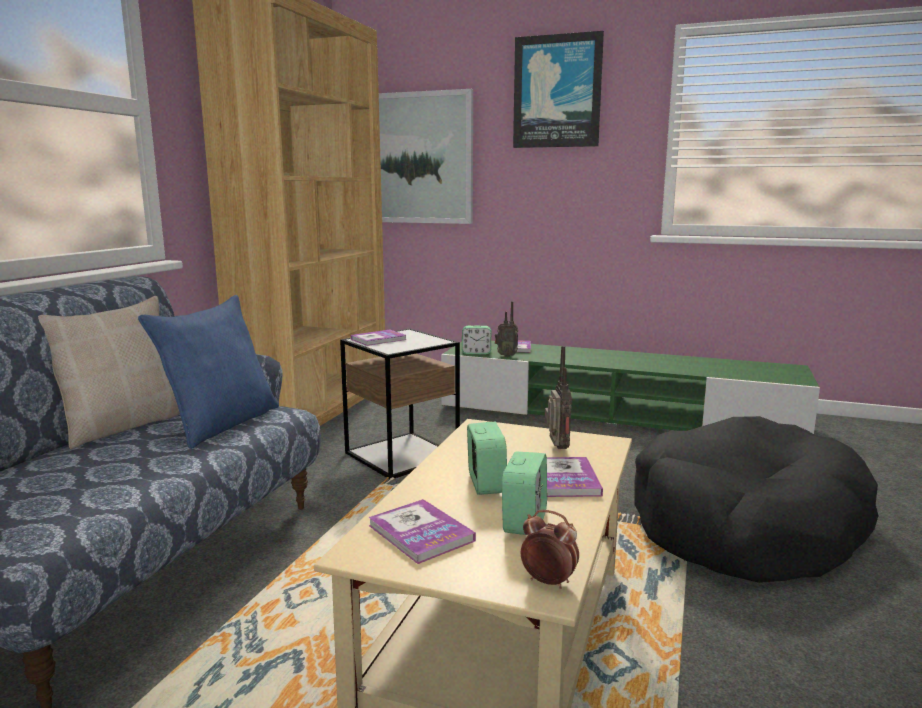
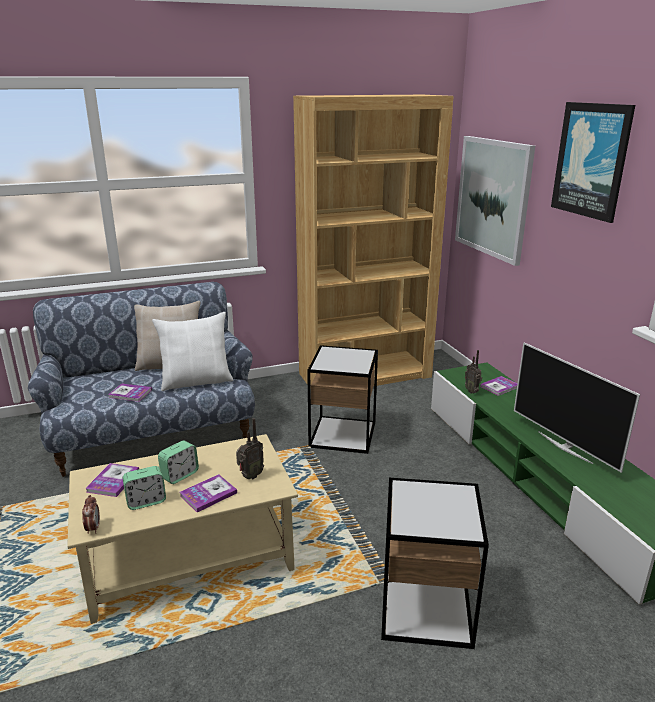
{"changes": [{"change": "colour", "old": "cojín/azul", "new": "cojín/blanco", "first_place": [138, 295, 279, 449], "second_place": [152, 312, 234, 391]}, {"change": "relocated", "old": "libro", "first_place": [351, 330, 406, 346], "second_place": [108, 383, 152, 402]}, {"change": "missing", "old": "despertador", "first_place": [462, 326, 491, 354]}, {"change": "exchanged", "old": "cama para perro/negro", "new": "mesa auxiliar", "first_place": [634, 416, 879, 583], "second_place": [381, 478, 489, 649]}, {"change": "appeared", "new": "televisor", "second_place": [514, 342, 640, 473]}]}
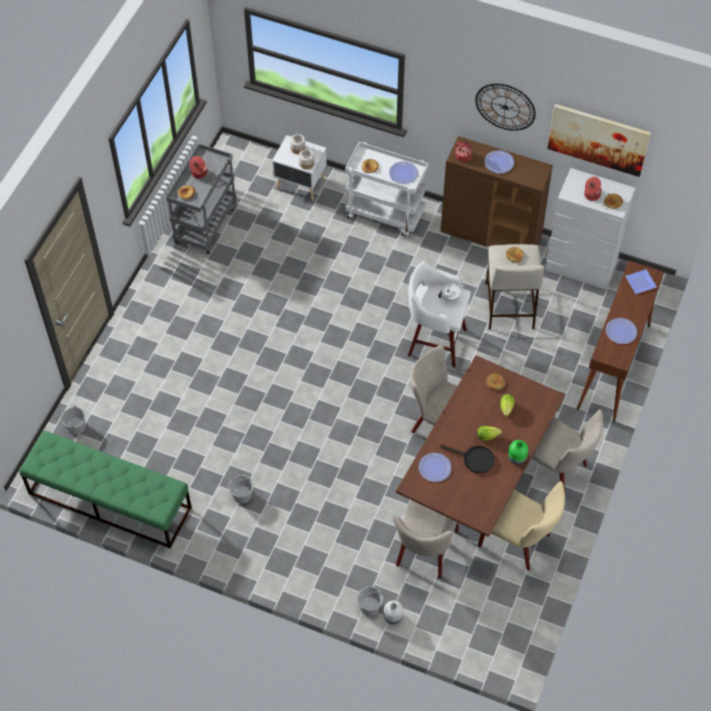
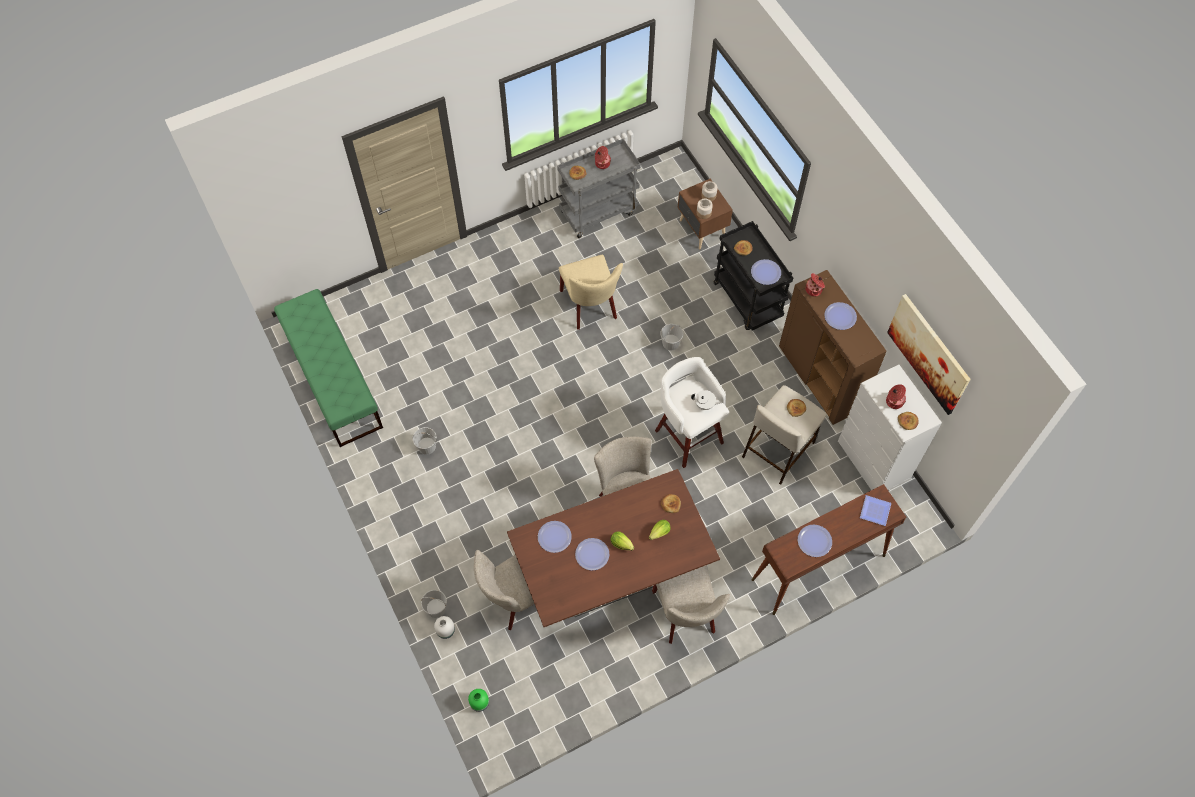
{"changes": [{"change": "relocated", "old": "cubo/blanco", "first_place": [61, 406, 86, 435], "second_place": [660, 324, 683, 351]}, {"change": "colour", "old": "mesita de noche/blanco", "new": "mesita de noche/marrón", "first_place": [272, 135, 327, 201], "second_place": [678, 178, 733, 249]}, {"change": "colour", "old": "carrito/blanco", "new": "carrito/negro", "first_place": [345, 142, 428, 236], "second_place": [713, 221, 793, 330]}, {"change": "exchanged", "old": "sartén/negro", "new": "plato", "first_place": [440, 445, 494, 473], "second_place": [575, 538, 609, 570]}, {"change": "missing", "old": "reloj de pared", "first_place": [475, 84, 536, 131]}, {"change": "relocated", "old": "silla/beis", "first_place": [478, 481, 565, 570], "second_place": [559, 255, 623, 330]}, {"change": "relocated", "old": "florero/verde", "first_place": [508, 440, 528, 464], "second_place": [468, 689, 489, 712]}]}
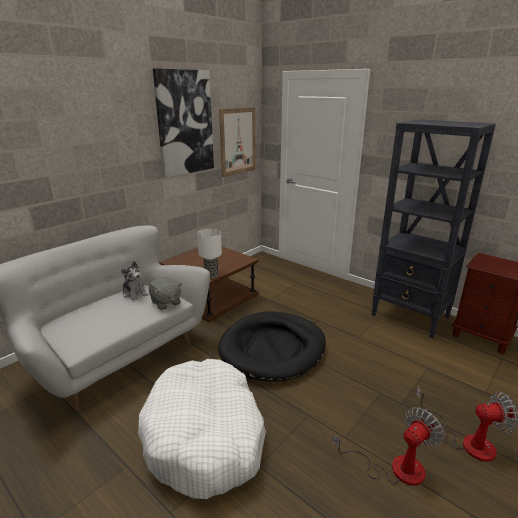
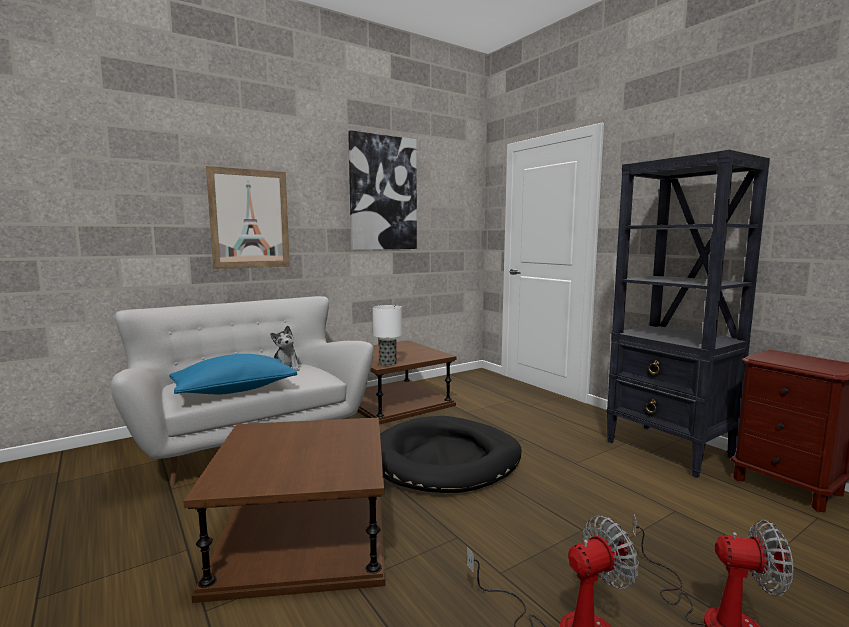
{"changes": [{"change": "exchanged", "old": "cama para perro/blanco", "new": "mesa auxiliar/marrón", "first_place": [138, 359, 266, 499], "second_place": [183, 418, 386, 603]}, {"change": "missing", "old": "peluche/gris", "first_place": [149, 277, 182, 310]}, {"change": "relocated", "old": "cuadro", "first_place": [219, 107, 256, 177], "second_place": [206, 166, 290, 269]}, {"change": "appeared", "new": "cojín/azul", "second_place": [169, 354, 297, 394]}]}
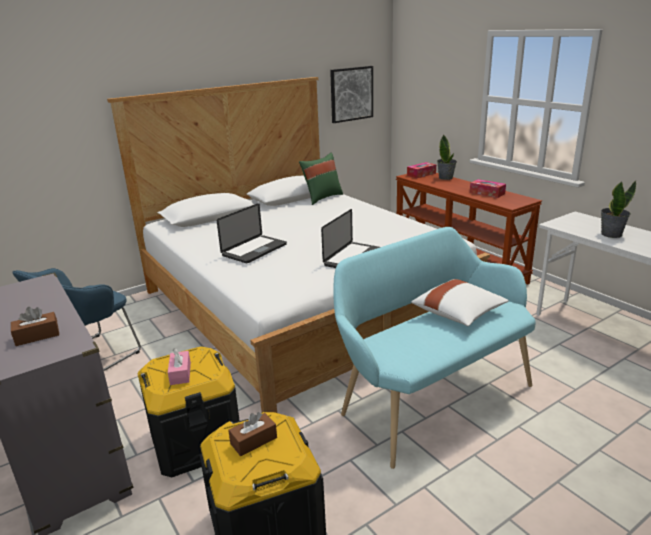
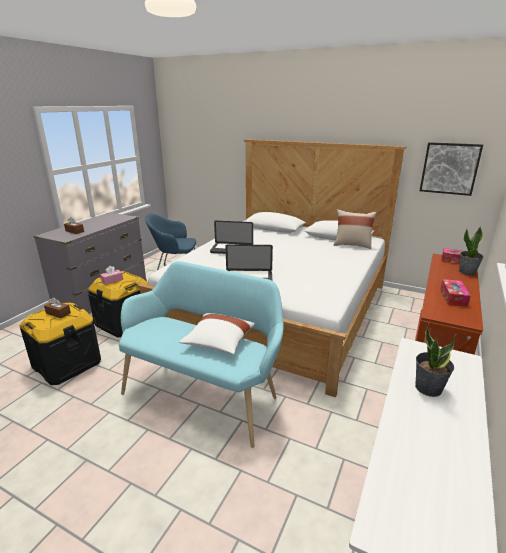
{"changes": [{"change": "colour", "old": "cojín/verde", "new": "cojín/beis", "first_place": [299, 153, 343, 205], "second_place": [334, 209, 377, 249]}]}
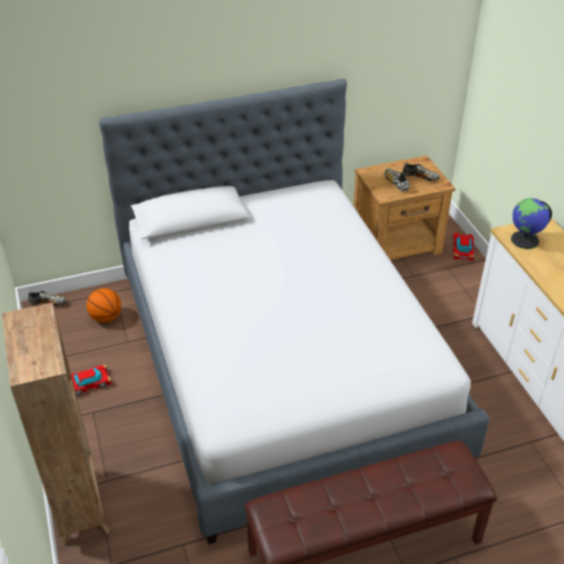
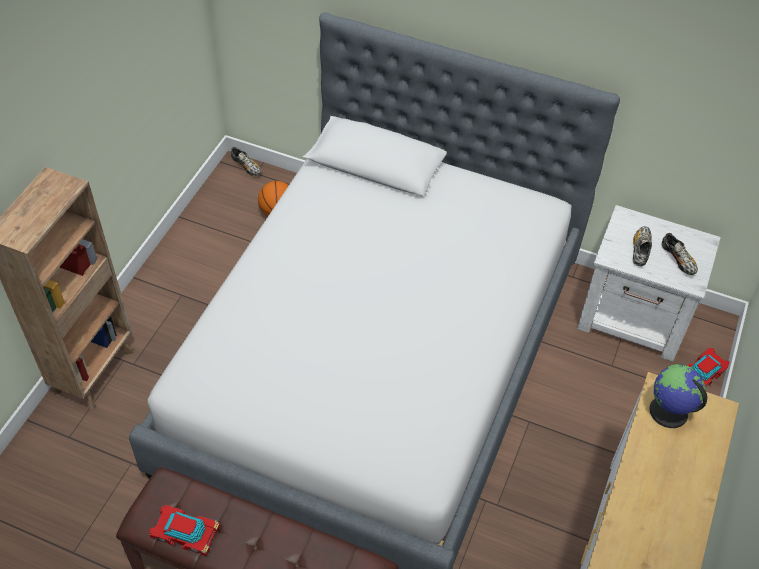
{"changes": [{"change": "relocated", "old": "coche de juguete", "first_place": [71, 364, 112, 396], "second_place": [149, 505, 220, 556]}, {"change": "colour", "old": "mesita de noche/marrón", "new": "mesita de noche/blanco", "first_place": [354, 155, 455, 260], "second_place": [577, 205, 721, 362]}]}
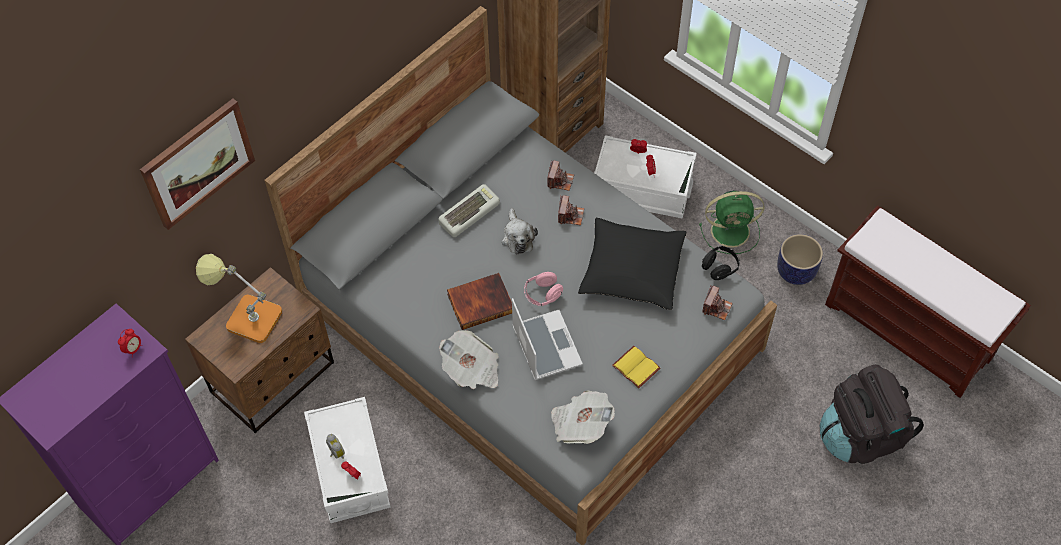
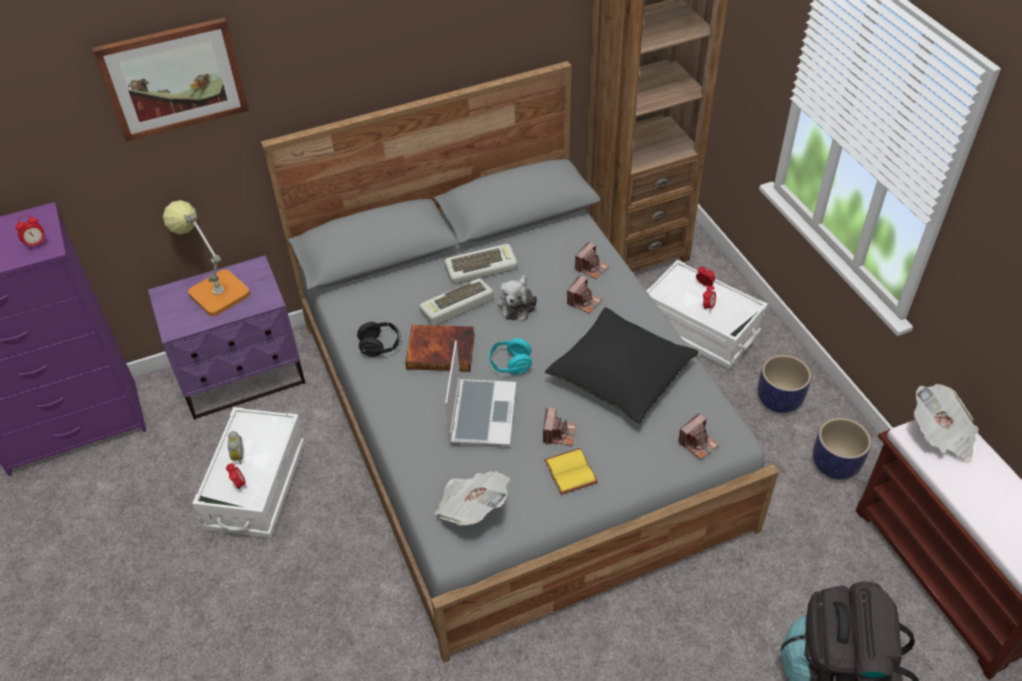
{"changes": [{"change": "colour", "old": "mesita de noche/marrón", "new": "mesita de noche/morado", "first_place": [185, 267, 334, 433], "second_place": [148, 255, 305, 419]}, {"change": "relocated", "old": "periódico", "first_place": [439, 330, 499, 389], "second_place": [914, 384, 979, 463]}, {"change": "colour", "old": "auriculares/rosa", "new": "auriculares/turquesa", "first_place": [524, 272, 563, 306], "second_place": [488, 338, 532, 375]}, {"change": "exchanged", "old": "ventilador/verde", "new": "maceta", "first_place": [699, 190, 764, 254], "second_place": [758, 355, 811, 413]}, {"change": "relocated", "old": "auriculares/negro", "first_place": [702, 246, 740, 280], "second_place": [357, 322, 401, 357]}, {"change": "appeared", "new": "teclado", "second_place": [419, 278, 494, 325]}, {"change": "appeared", "new": "cámara", "second_place": [543, 407, 576, 445]}]}
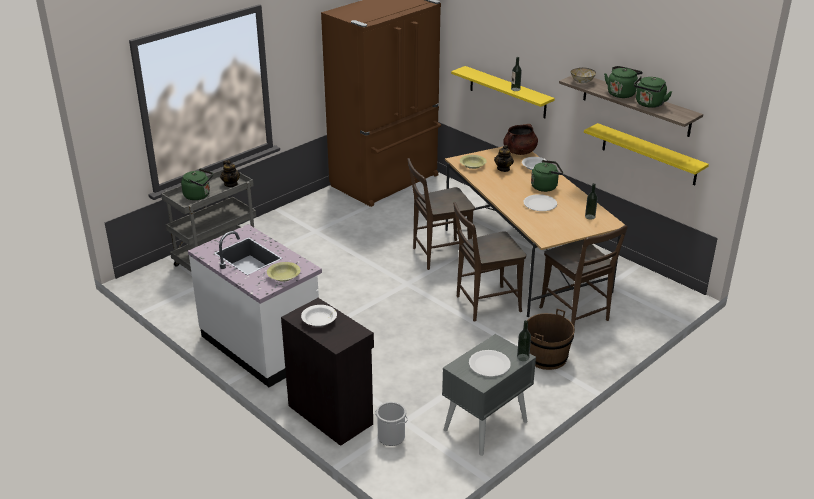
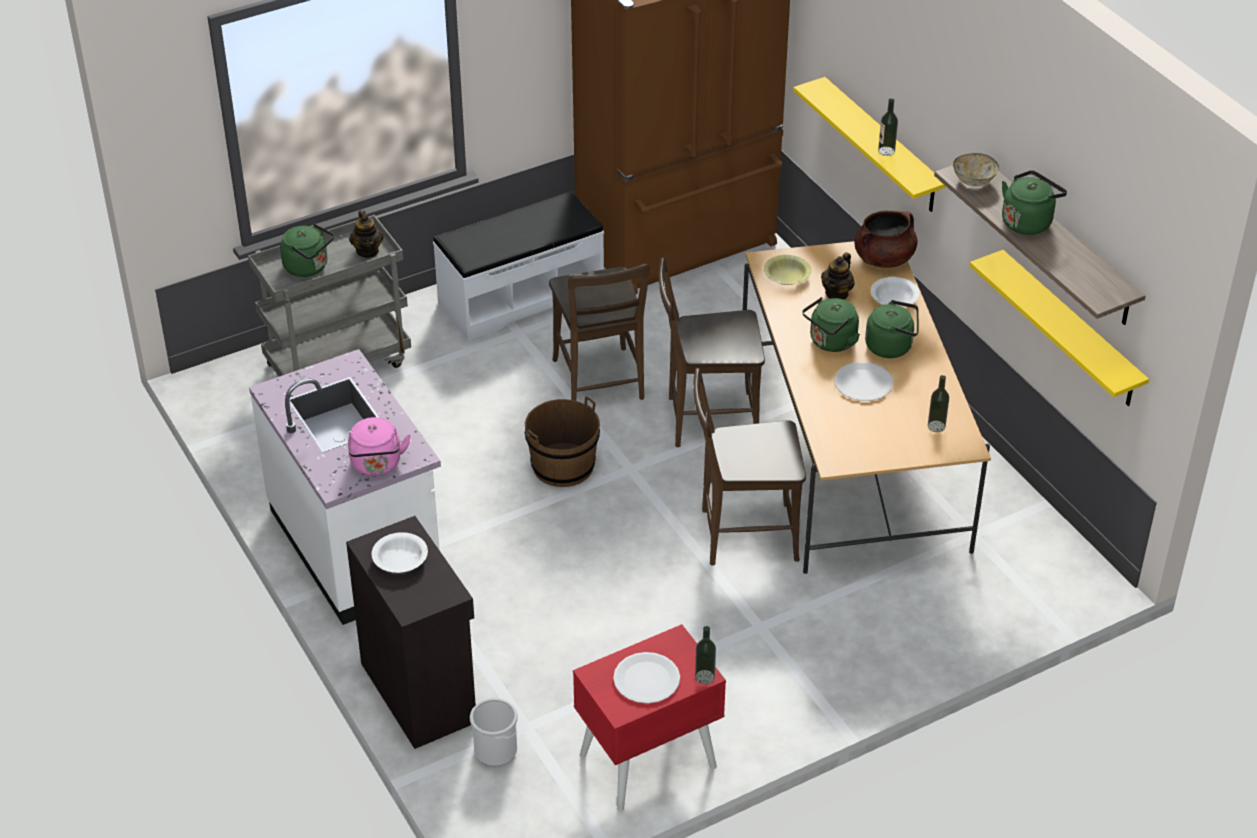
{"changes": [{"change": "exchanged", "old": "cuenco/amarillo", "new": "hervidor/rosa", "first_place": [267, 262, 300, 281], "second_place": [348, 417, 411, 476]}, {"change": "colour", "old": "mesita de noche/gris", "new": "mesita de noche/rojo", "first_place": [442, 334, 536, 456], "second_place": [573, 624, 726, 811]}, {"change": "relocated", "old": "cubo/marrón", "first_place": [527, 309, 575, 370], "second_place": [525, 396, 600, 487]}, {"change": "relocated", "old": "silla/marrón", "first_place": [539, 225, 628, 326], "second_place": [549, 264, 650, 401]}, {"change": "relocated", "old": "hervidor/verde", "first_place": [634, 76, 672, 108], "second_place": [802, 297, 860, 352]}, {"change": "appeared", "new": "banco/blanco", "second_place": [433, 191, 604, 341]}]}
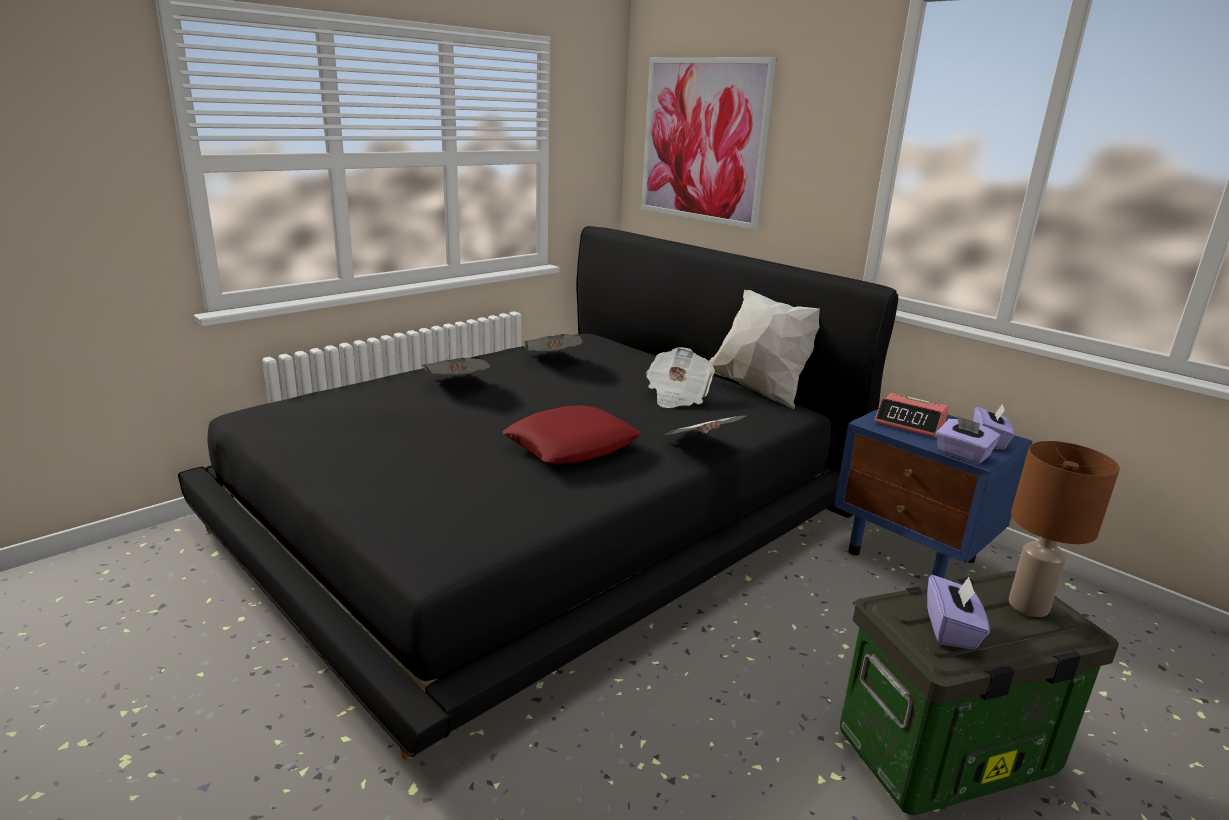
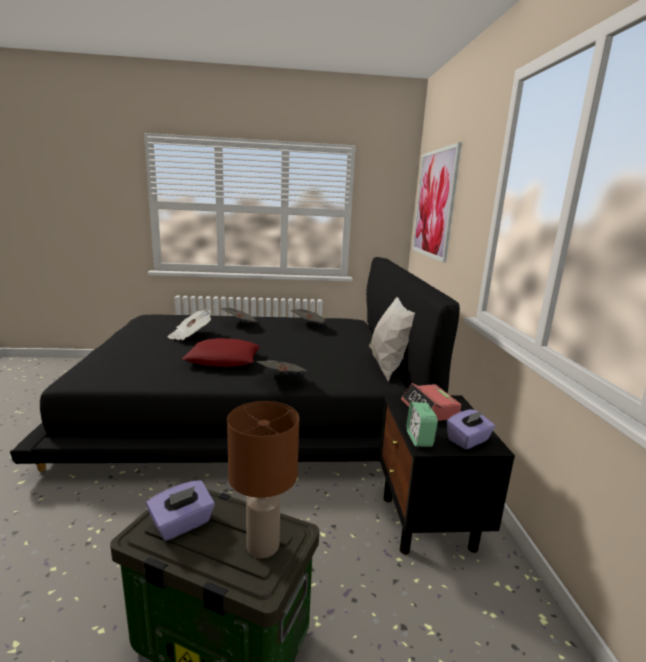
{"changes": [{"change": "relocated", "old": "periódico", "first_place": [646, 347, 715, 408], "second_place": [167, 310, 211, 340]}, {"change": "colour", "old": "mesita de noche/azul", "new": "mesita de noche/negro", "first_place": [834, 409, 1033, 578], "second_place": [379, 395, 515, 555]}, {"change": "exchanged", "old": "caja de pañuelos/morado", "new": "despertador", "first_place": [936, 416, 1000, 464], "second_place": [406, 402, 438, 447]}]}
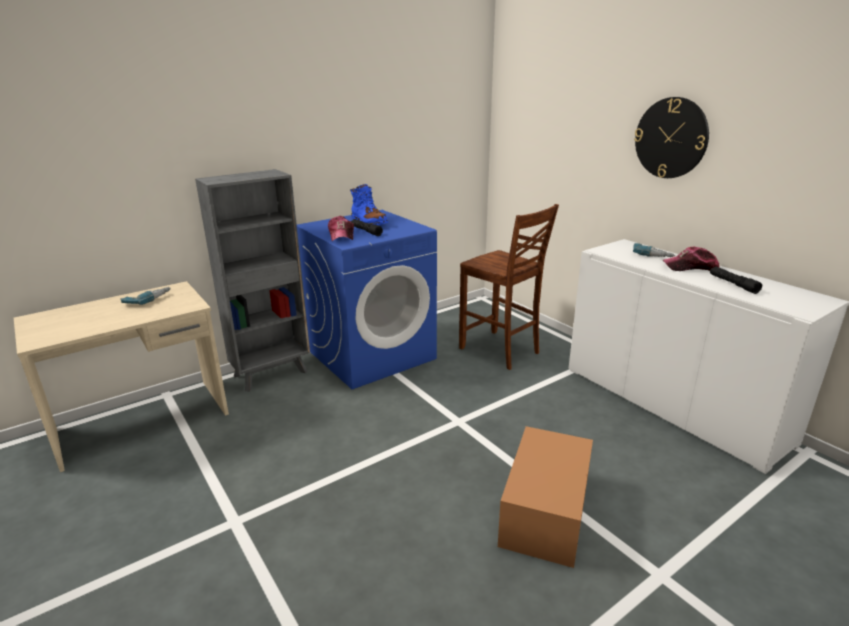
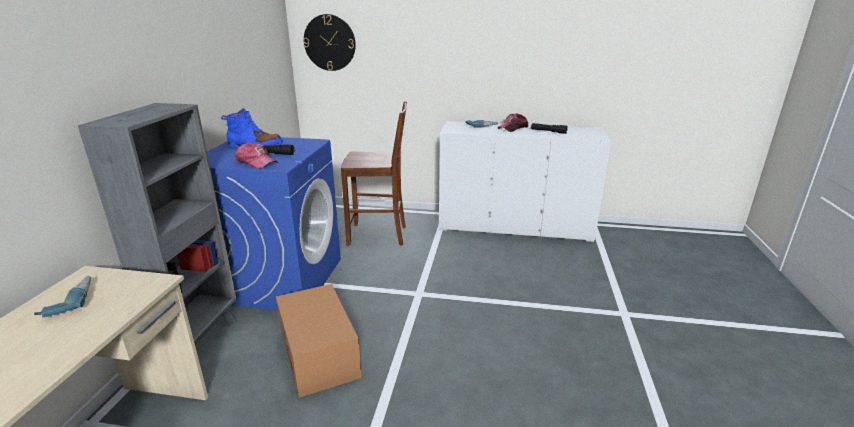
{"changes": [{"change": "relocated", "old": "caja de cartón", "first_place": [498, 426, 593, 568], "second_place": [276, 284, 361, 398]}, {"change": "relocated", "old": "reloj de pared", "first_place": [634, 97, 709, 178], "second_place": [303, 14, 356, 71]}]}
